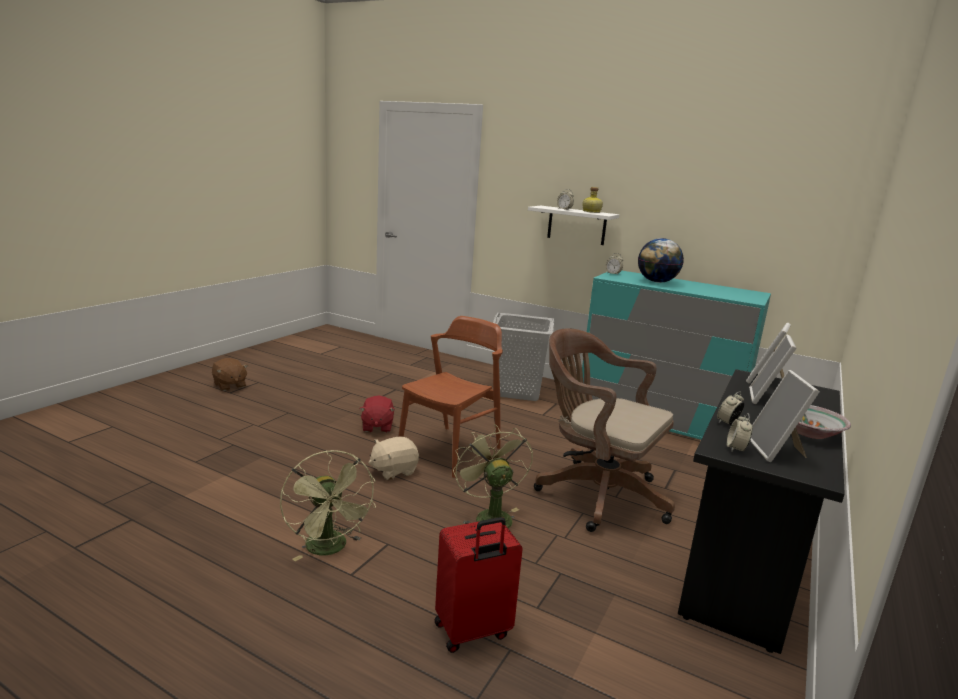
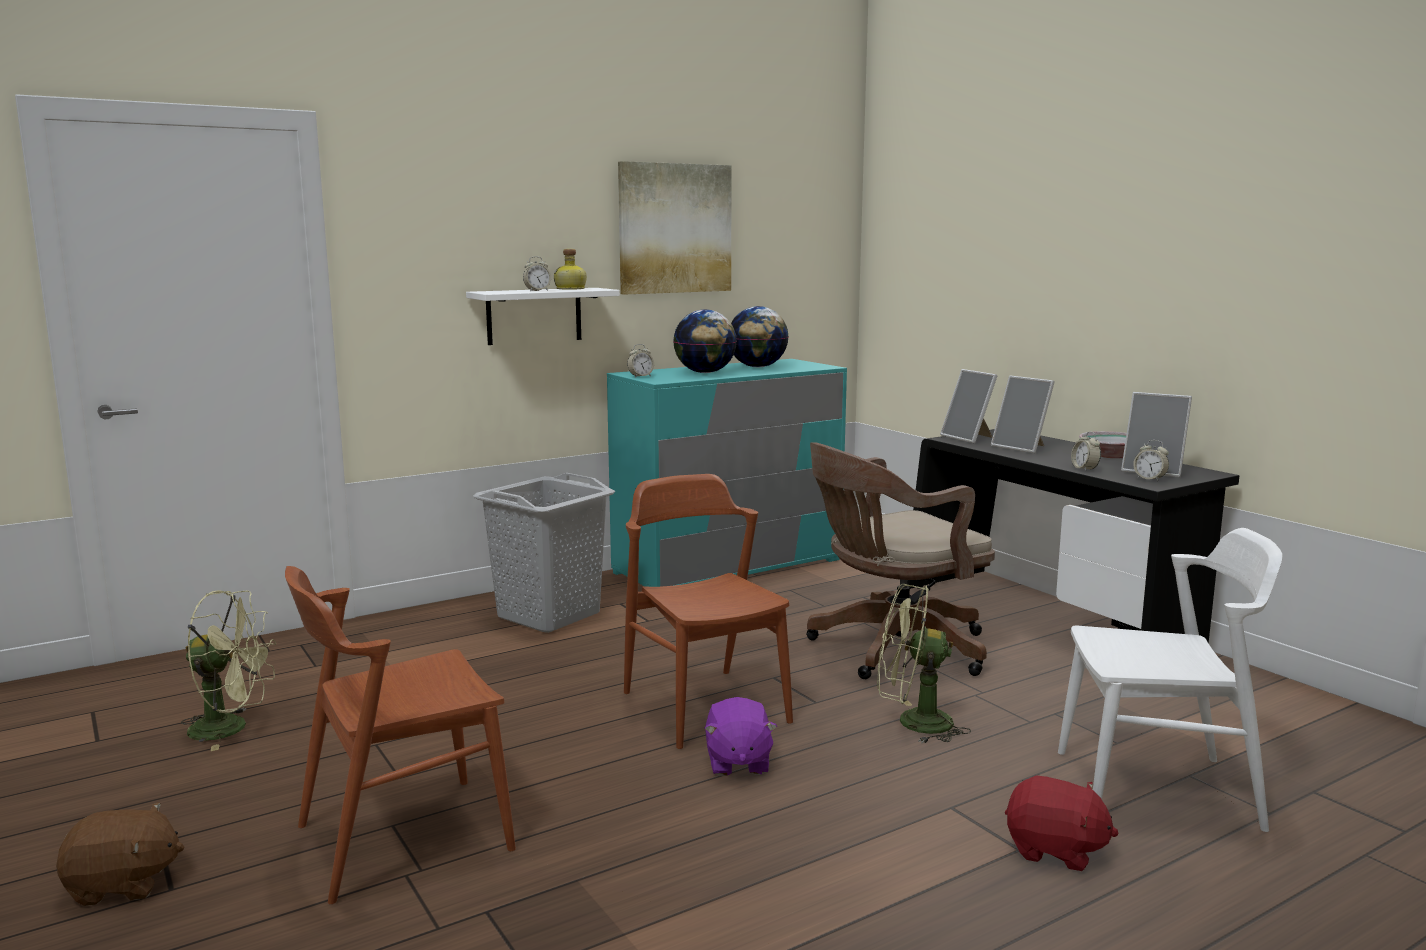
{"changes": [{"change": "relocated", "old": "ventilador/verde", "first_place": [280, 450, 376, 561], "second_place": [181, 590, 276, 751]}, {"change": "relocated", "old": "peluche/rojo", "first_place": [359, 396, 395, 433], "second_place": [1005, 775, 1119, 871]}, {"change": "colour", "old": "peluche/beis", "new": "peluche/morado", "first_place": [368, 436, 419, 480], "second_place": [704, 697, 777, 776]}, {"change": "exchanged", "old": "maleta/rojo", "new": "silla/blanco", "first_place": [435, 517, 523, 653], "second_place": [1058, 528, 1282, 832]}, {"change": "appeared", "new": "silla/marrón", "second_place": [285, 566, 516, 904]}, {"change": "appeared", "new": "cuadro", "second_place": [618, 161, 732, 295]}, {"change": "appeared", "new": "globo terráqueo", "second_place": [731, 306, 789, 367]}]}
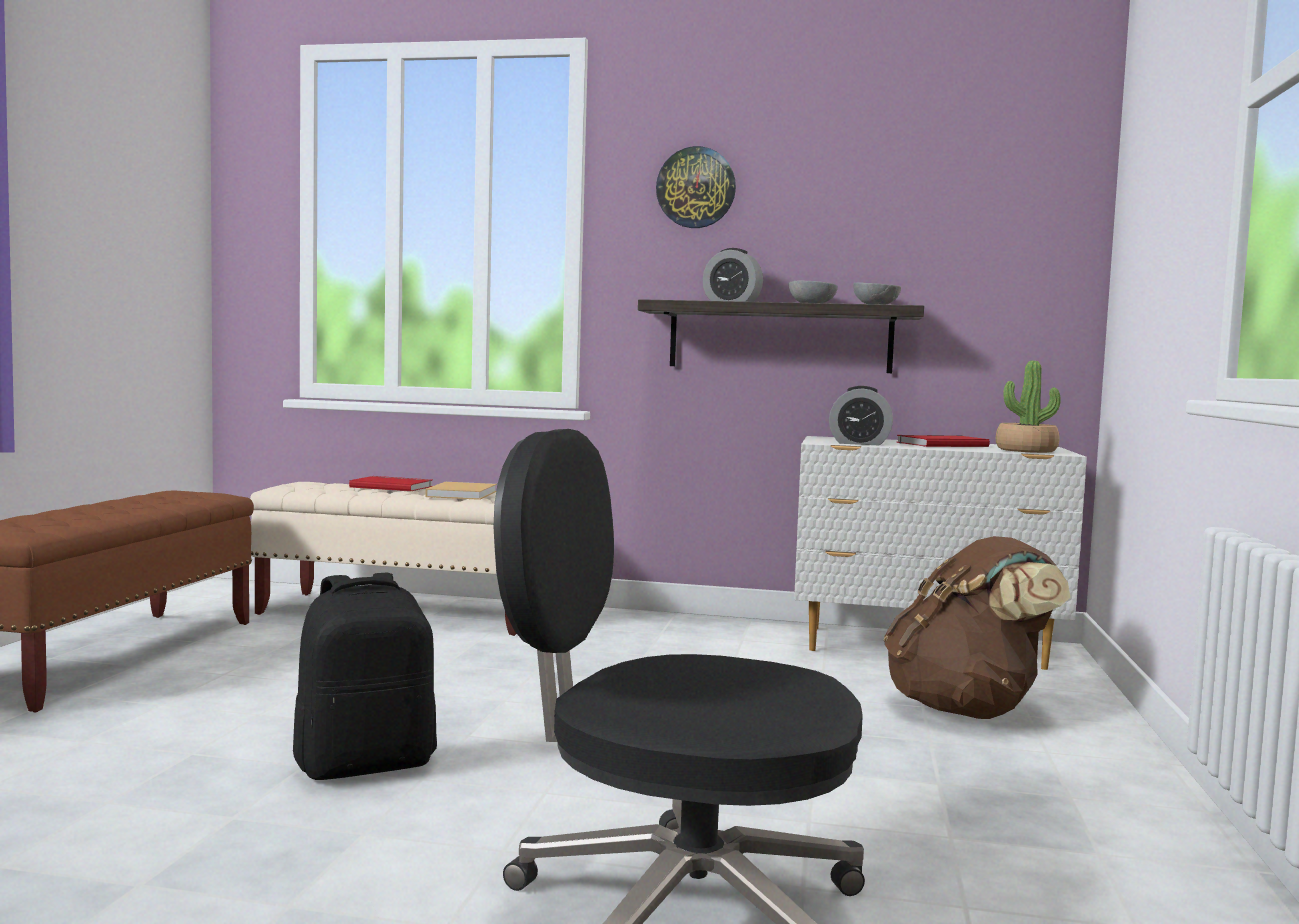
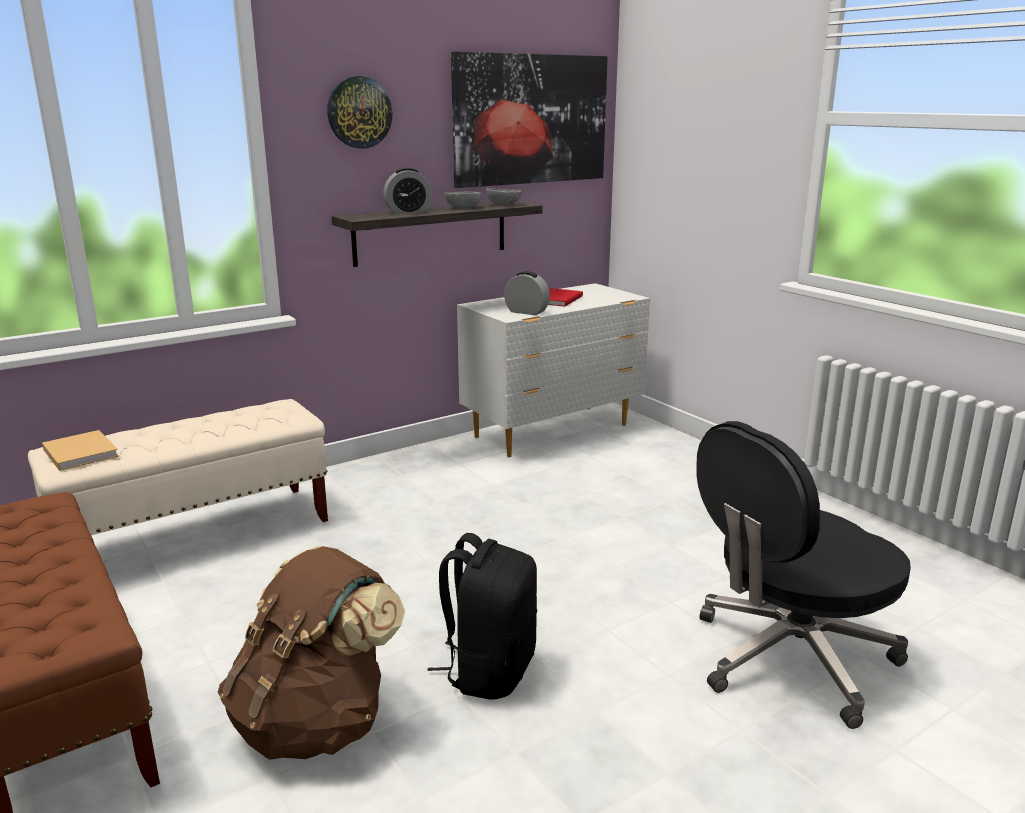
{"changes": [{"change": "missing", "old": "libro/rojo", "first_place": [349, 476, 432, 492]}, {"change": "relocated", "old": "libro/beis", "first_place": [425, 482, 497, 500], "second_place": [42, 430, 119, 471]}, {"change": "spun", "old": "despertador", "first_place": [829, 386, 893, 445], "second_place": [504, 271, 550, 315], "degrees": -120}, {"change": "relocated", "old": "mochila/marrón", "first_place": [884, 536, 1070, 719], "second_place": [218, 546, 405, 760]}, {"change": "missing", "old": "planta en maceta", "first_place": [996, 361, 1061, 453]}, {"change": "appeared", "new": "cuadro", "second_place": [451, 51, 608, 188]}]}
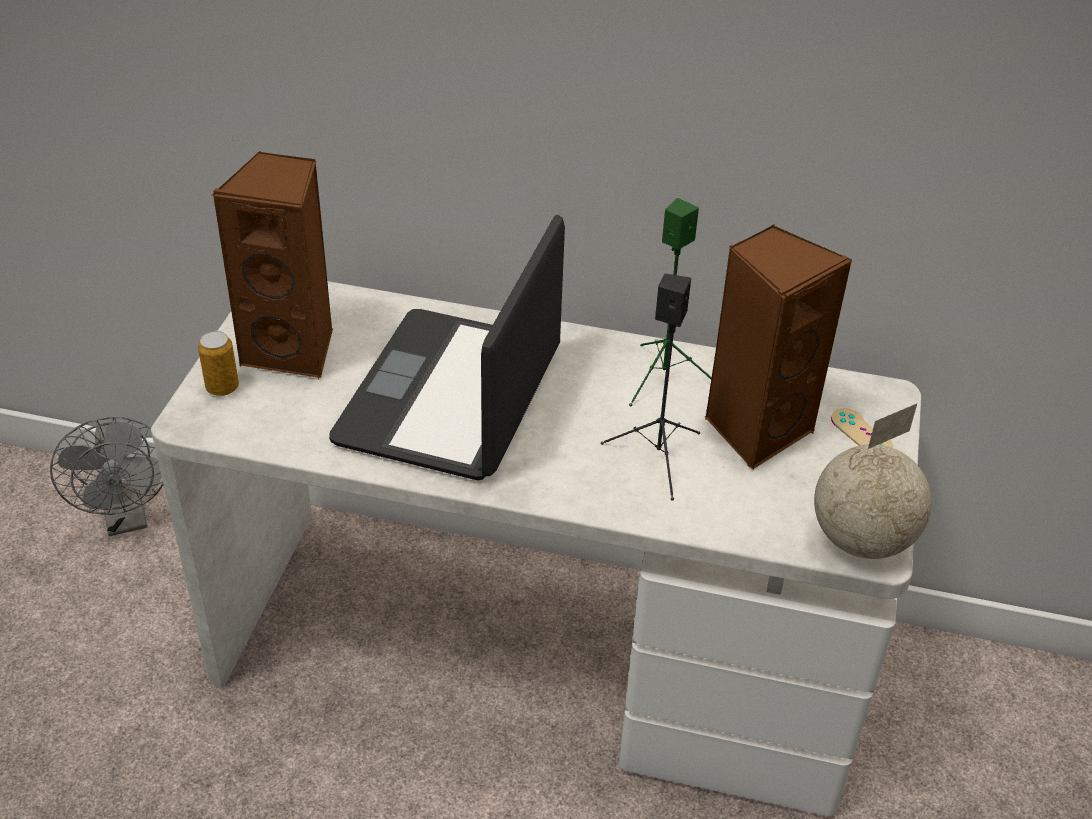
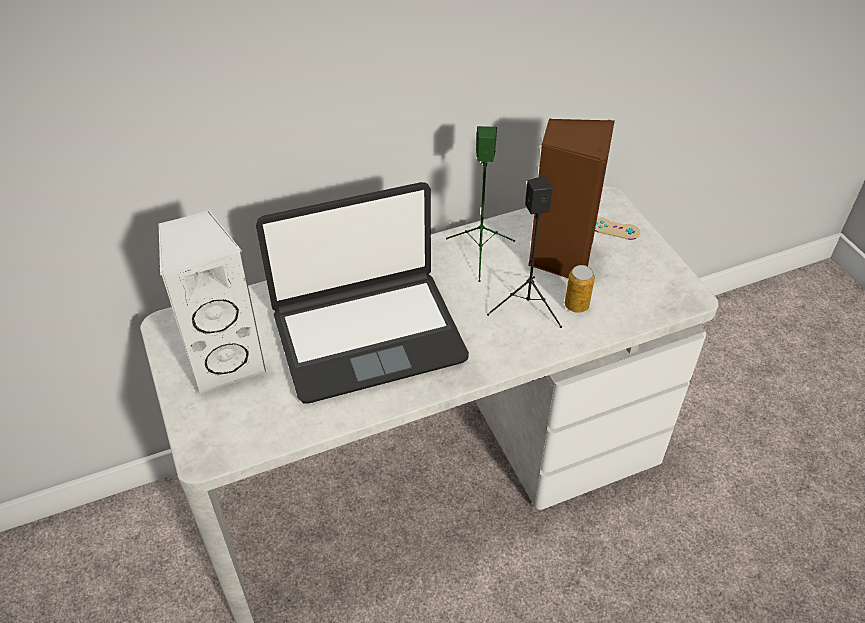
{"changes": [{"change": "missing", "old": "ventilador/gris", "first_place": [50, 417, 164, 536]}, {"change": "relocated", "old": "lata", "first_place": [198, 331, 239, 396], "second_place": [565, 265, 595, 313]}, {"change": "colour", "old": "altavoz/marrón", "new": "altavoz/blanco", "first_place": [211, 151, 333, 379], "second_place": [159, 210, 268, 395]}, {"change": "spun", "old": "portátil", "first_place": [329, 215, 565, 481], "second_place": [256, 182, 469, 404], "degrees": -90}, {"change": "missing", "old": "globo terráqueo", "first_place": [814, 404, 931, 559]}]}
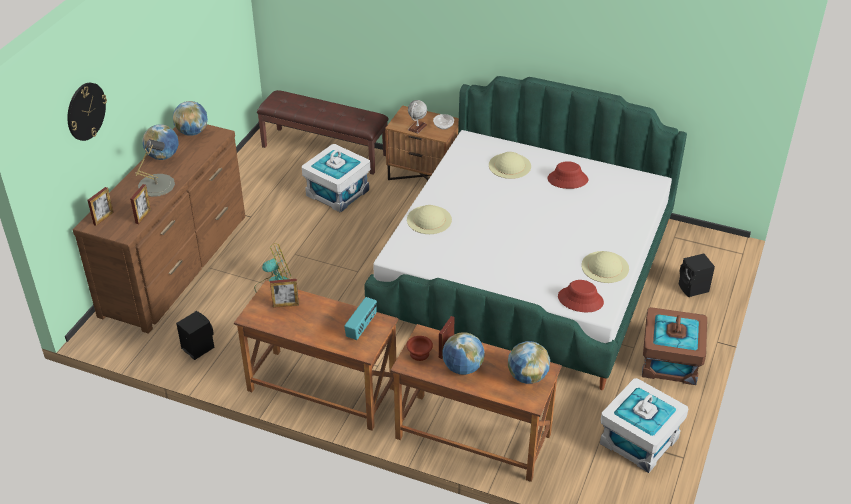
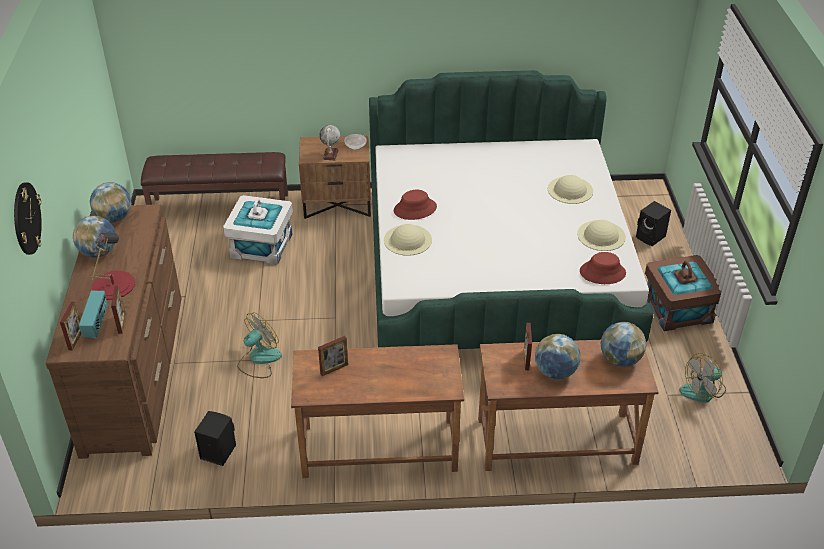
{"changes": [{"change": "colour", "old": "lámpara de mesa/gris", "new": "lámpara de mesa/rojo", "first_place": [135, 139, 175, 197], "second_place": [91, 233, 135, 300]}, {"change": "relocated", "old": "radio", "first_place": [344, 297, 377, 340], "second_place": [79, 291, 108, 338]}, {"change": "missing", "old": "cuenco/marrón", "first_place": [407, 336, 433, 361]}, {"change": "relocated", "old": "sombrero/beis", "first_place": [489, 152, 531, 179], "second_place": [548, 175, 593, 204]}, {"change": "relocated", "old": "sombrero/rojo", "first_place": [547, 161, 588, 189], "second_place": [394, 190, 437, 220]}, {"change": "exchanged", "old": "caja de almacenaje/blanco", "new": "ventilador", "first_place": [600, 378, 688, 473], "second_place": [679, 353, 726, 402]}]}
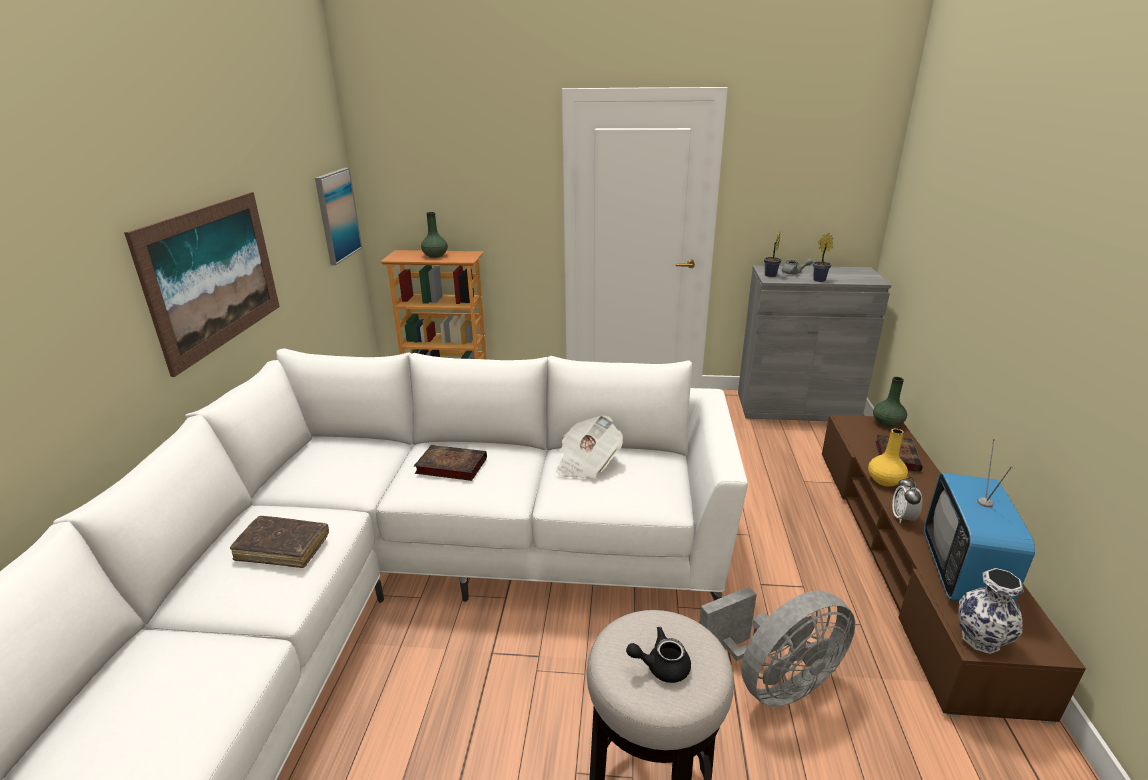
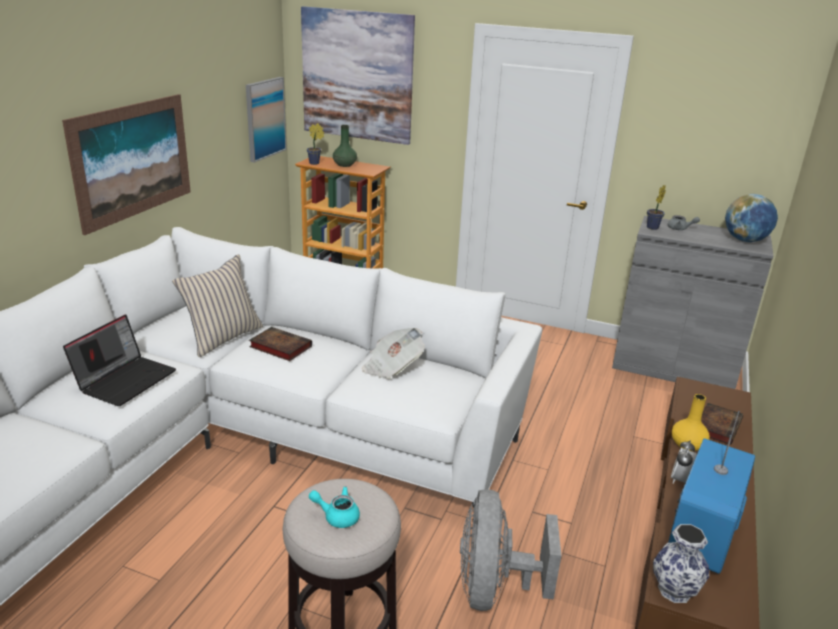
{"changes": [{"change": "exchanged", "old": "libro/marrón", "new": "portátil", "first_place": [230, 516, 329, 568], "second_place": [63, 314, 176, 406]}, {"change": "colour", "old": "tetera/negro", "new": "tetera/turquesa", "first_place": [626, 627, 691, 683], "second_place": [309, 486, 360, 528]}, {"change": "spun", "old": "ventilador/gris", "first_place": [699, 587, 855, 707], "second_place": [460, 489, 561, 611], "degrees": 105}, {"change": "relocated", "old": "planta en maceta", "first_place": [813, 233, 833, 282], "second_place": [307, 123, 324, 165]}, {"change": "missing", "old": "florero/verde", "first_place": [873, 377, 907, 428]}, {"change": "appeared", "new": "cojín/beis", "second_place": [172, 254, 263, 357]}, {"change": "appeared", "new": "cuadro", "second_place": [301, 6, 415, 145]}, {"change": "appeared", "new": "globo terráqueo", "second_place": [725, 194, 778, 242]}]}
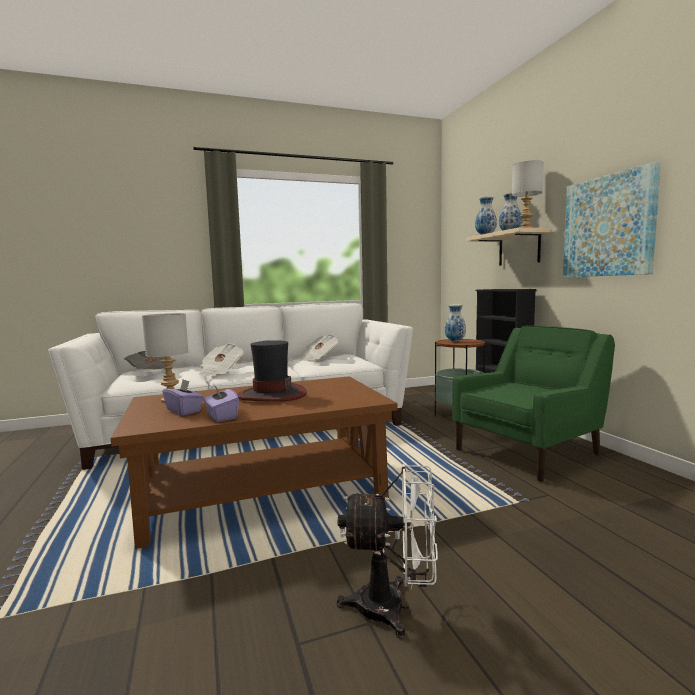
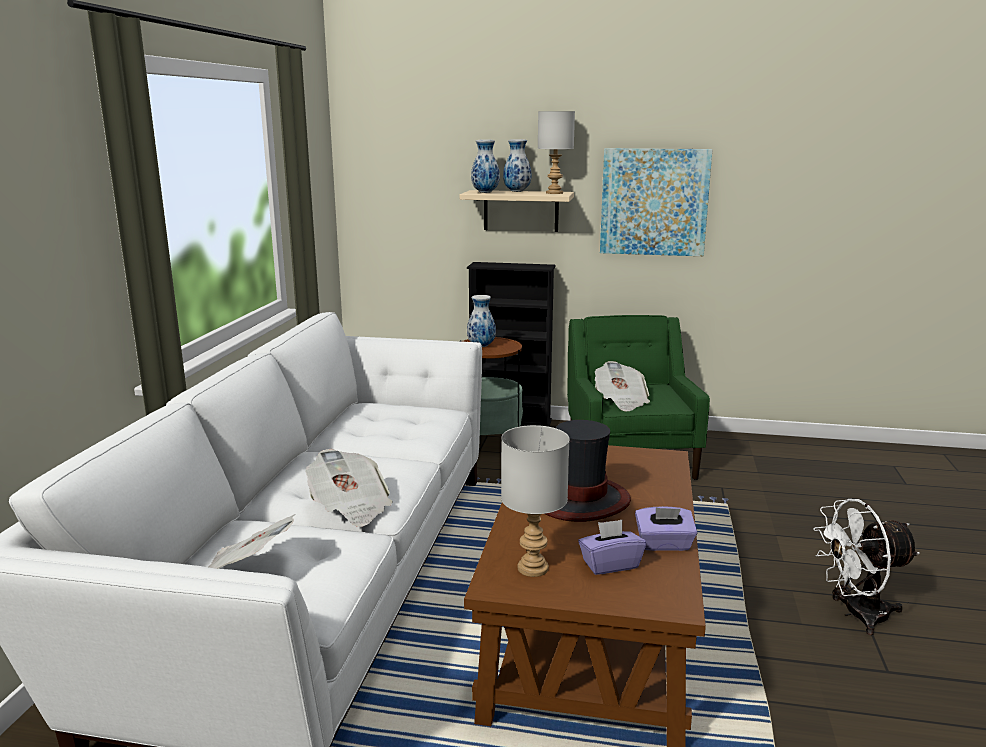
{"changes": [{"change": "relocated", "old": "periódico", "first_place": [300, 334, 339, 361], "second_place": [595, 361, 650, 412]}, {"change": "spun", "old": "ventilador/blanco", "first_place": [337, 464, 438, 639], "second_place": [813, 499, 920, 635], "degrees": -135}]}
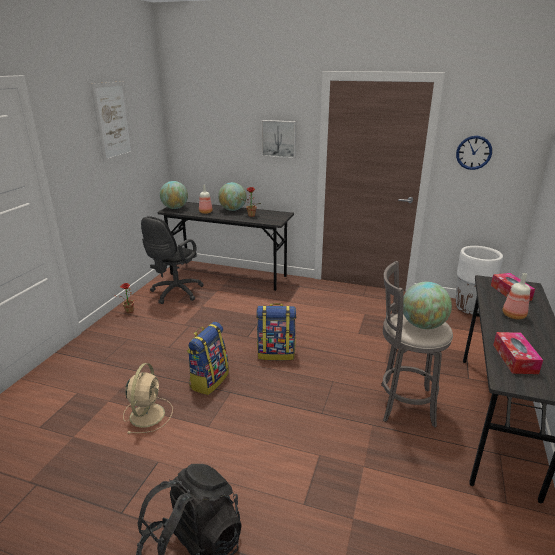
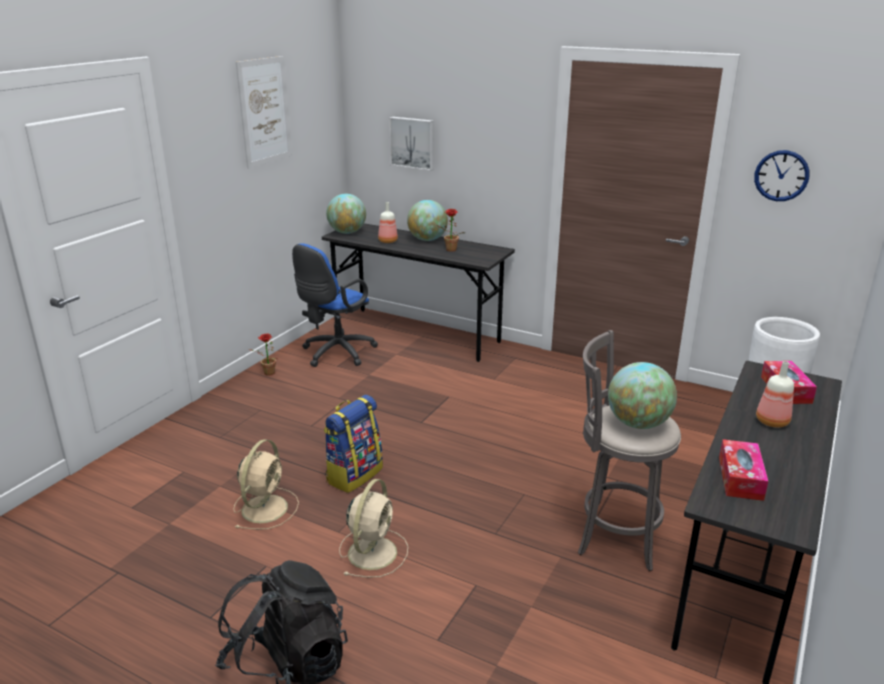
{"changes": [{"change": "colour", "old": "silla de oficina/negro", "new": "silla de oficina/azul", "first_place": [141, 216, 204, 304], "second_place": [292, 243, 378, 367]}, {"change": "missing", "old": "mochila", "first_place": [256, 303, 296, 360]}, {"change": "relocated", "old": "cuadro", "first_place": [261, 120, 296, 158], "second_place": [389, 117, 434, 171]}, {"change": "appeared", "new": "ventilador/beis", "second_place": [339, 479, 408, 578]}]}
